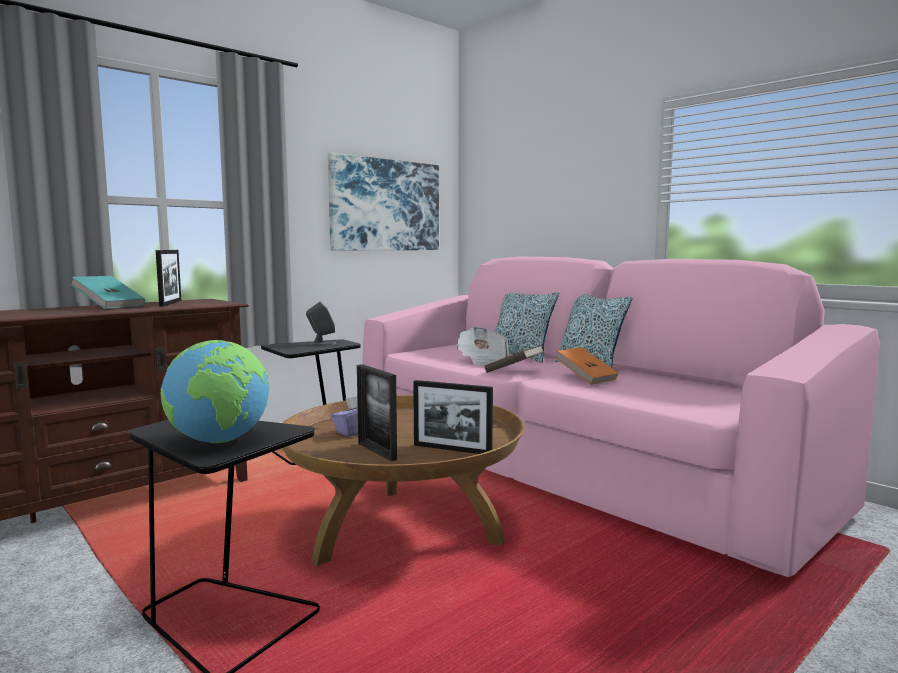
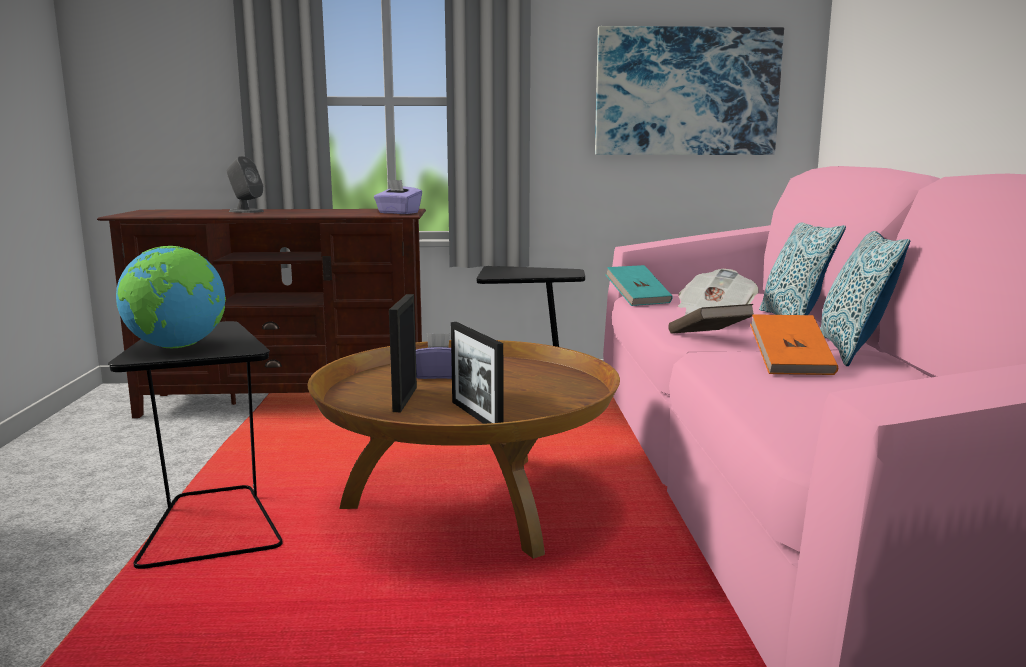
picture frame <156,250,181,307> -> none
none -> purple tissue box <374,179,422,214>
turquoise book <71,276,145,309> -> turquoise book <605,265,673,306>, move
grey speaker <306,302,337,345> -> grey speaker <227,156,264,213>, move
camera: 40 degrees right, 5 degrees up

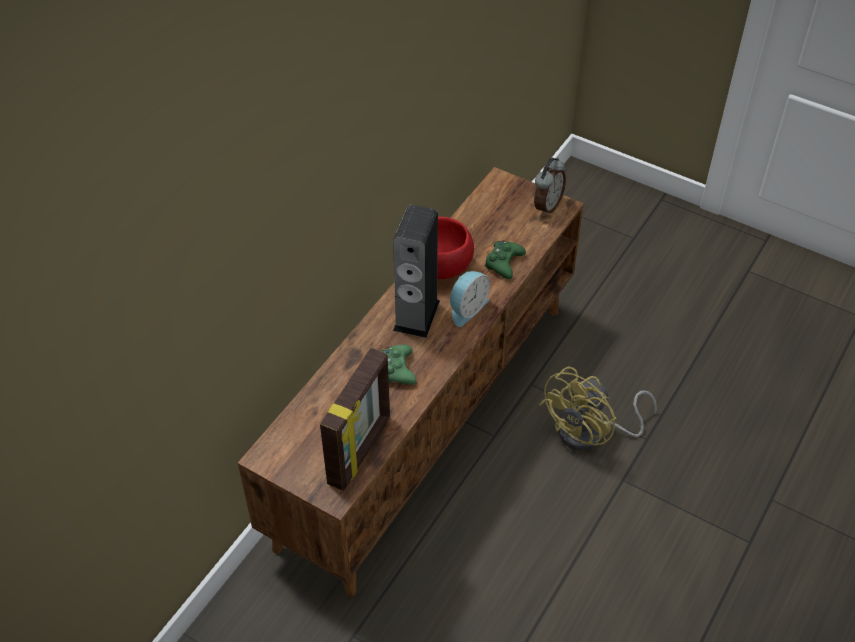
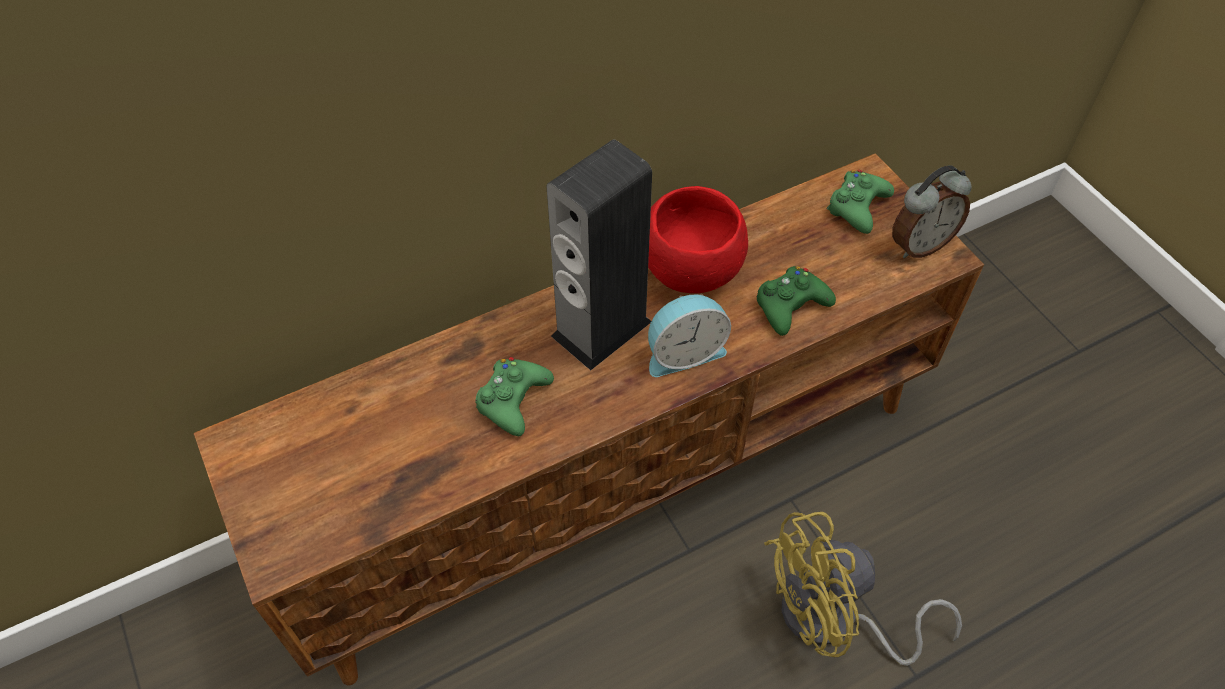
picture frame <320,348,390,491> -> none
none -> green game controller <827,170,894,234>
camera: 30 degrees right, 5 degrees up

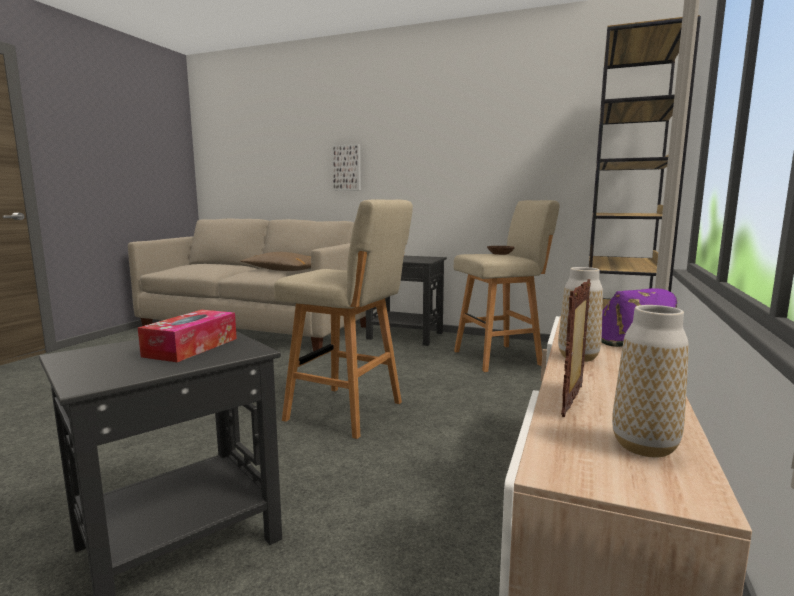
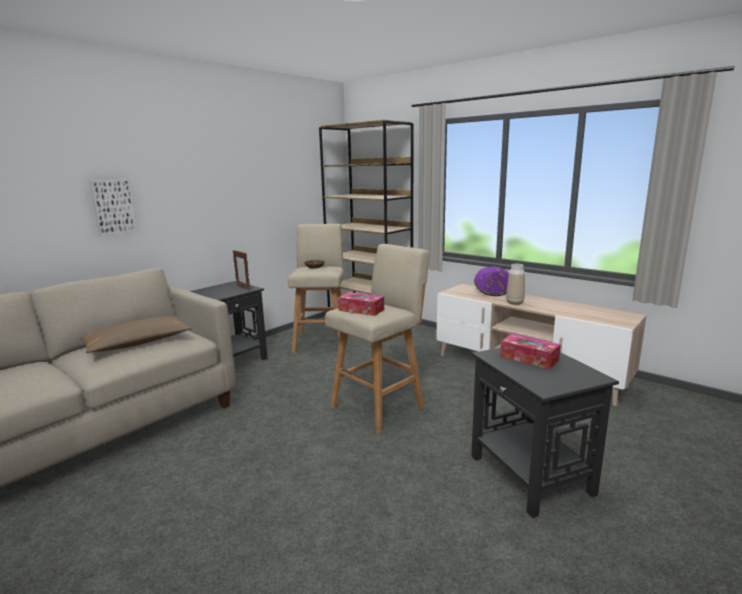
vase <612,305,689,458> -> none
none -> tissue box <338,292,384,316>
picture frame <561,279,591,417> -> picture frame <233,250,250,290>, move
camera: 70 degrees left, 5 degrees up

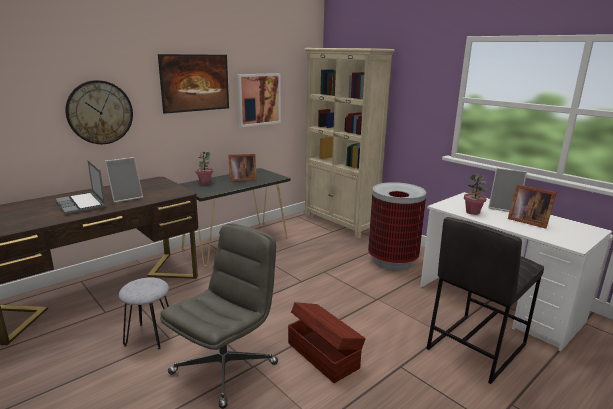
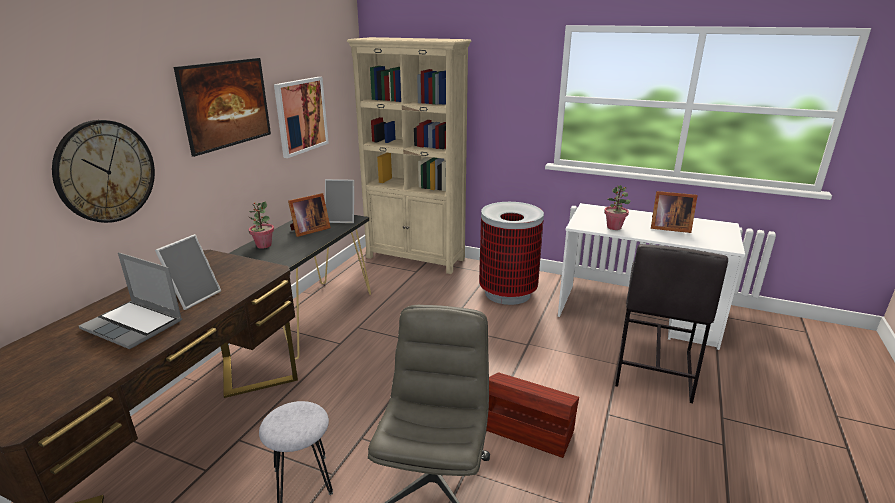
picture frame <488,168,527,212> -> picture frame <325,179,354,223>, move
camera: 25 degrees left, 5 degrees up

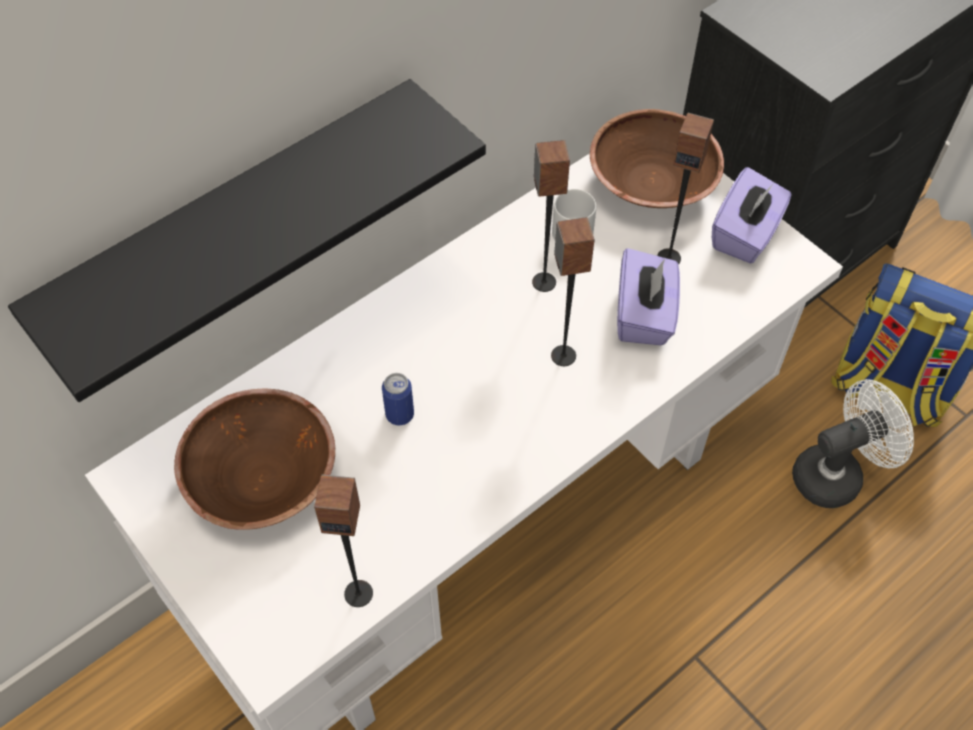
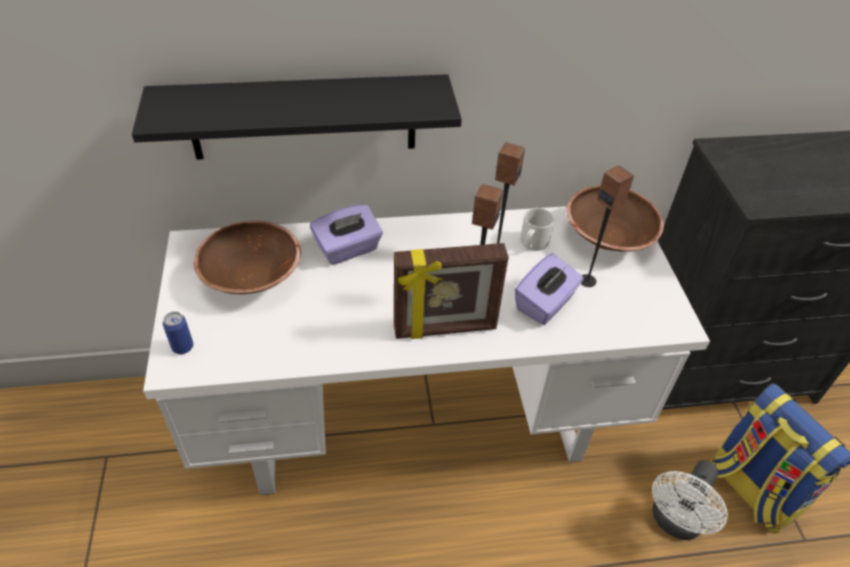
speaker <314,475,373,607> -> none
none -> picture frame <394,243,509,339>
can <382,373,414,425> -> can <163,311,193,354>, move
purple tissue box <712,167,792,263> -> purple tissue box <310,205,383,265>, move
white fan <792,379,914,508> -> white fan <652,460,728,540>, 120 degrees clockwise
camera: 30 degrees right, 10 degrees down

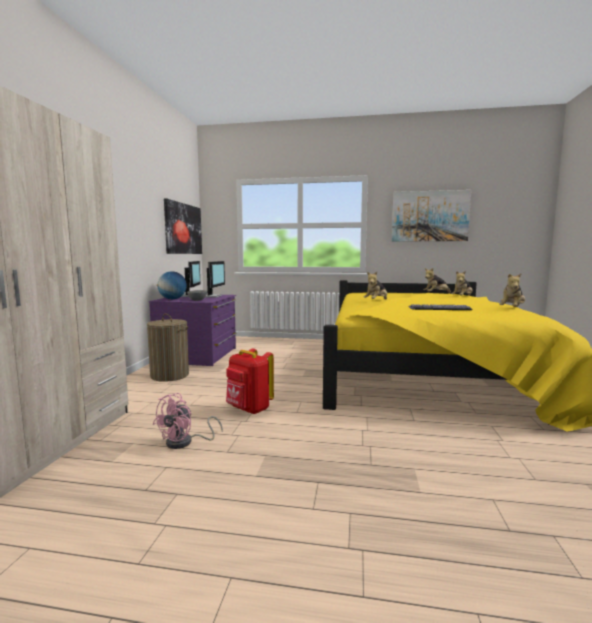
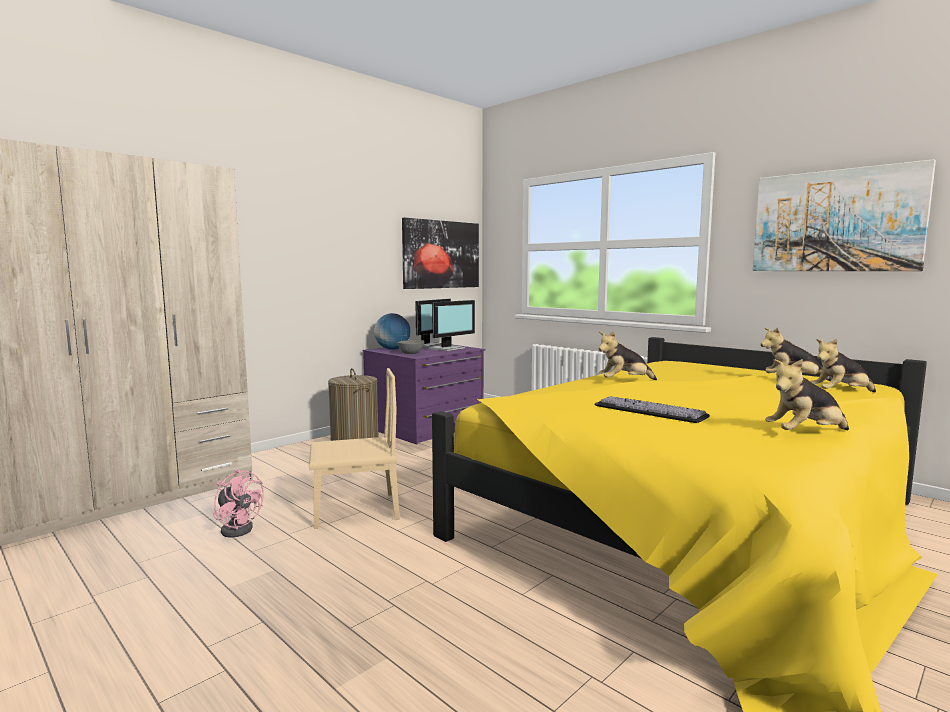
red backpack <226,348,274,414> -> beige chair <309,368,400,529>
pink fan <153,393,223,449> -> pink fan <213,469,264,538>, 120 degrees counterclockwise
camera: 35 degrees right, 0 degrees up

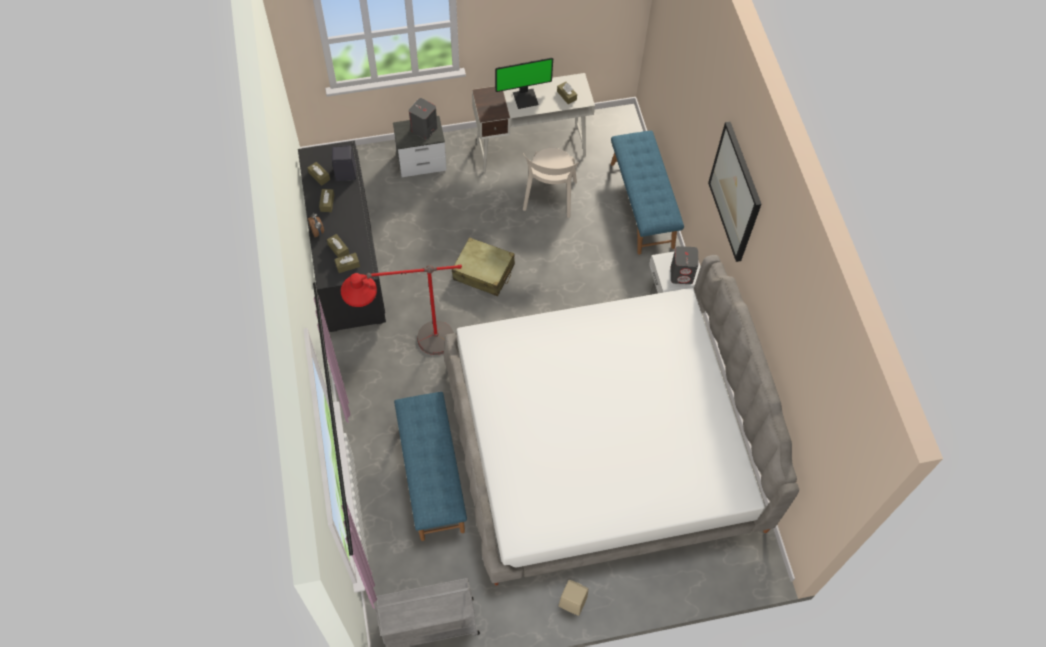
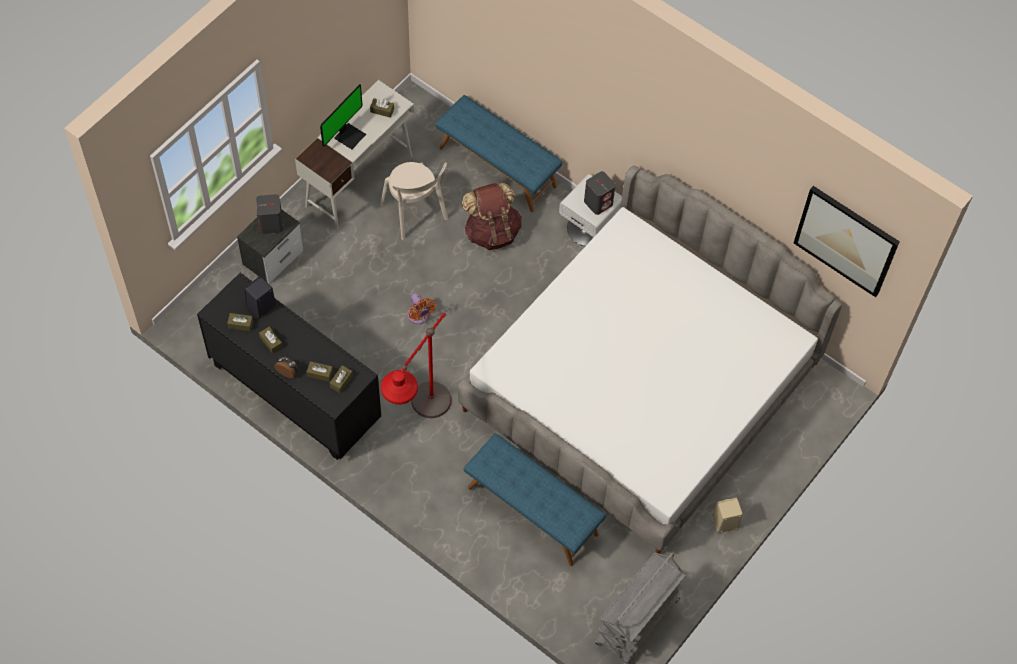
none -> brown backpack <462,183,522,250>
picture <708,121,761,262> -> picture <794,186,900,297>, move
beige suitcase <452,237,515,296> -> orange fan <407,293,436,324>
camera: 40 degrees left, 0 degrees up

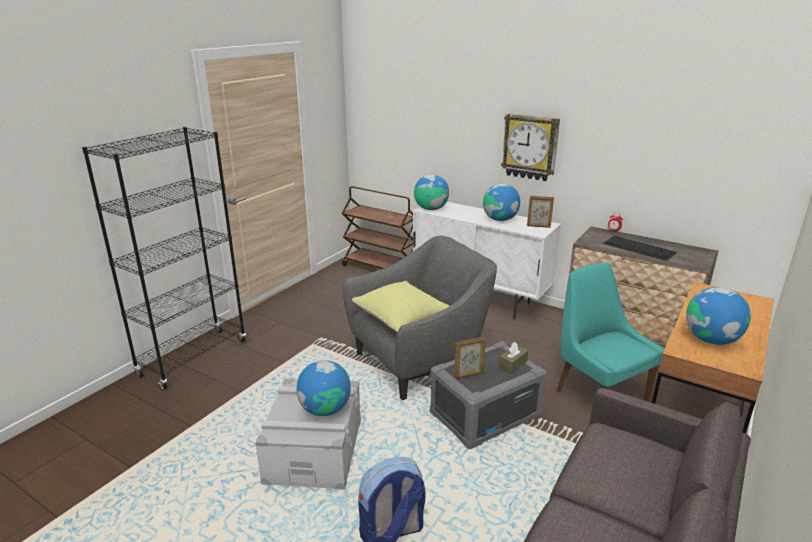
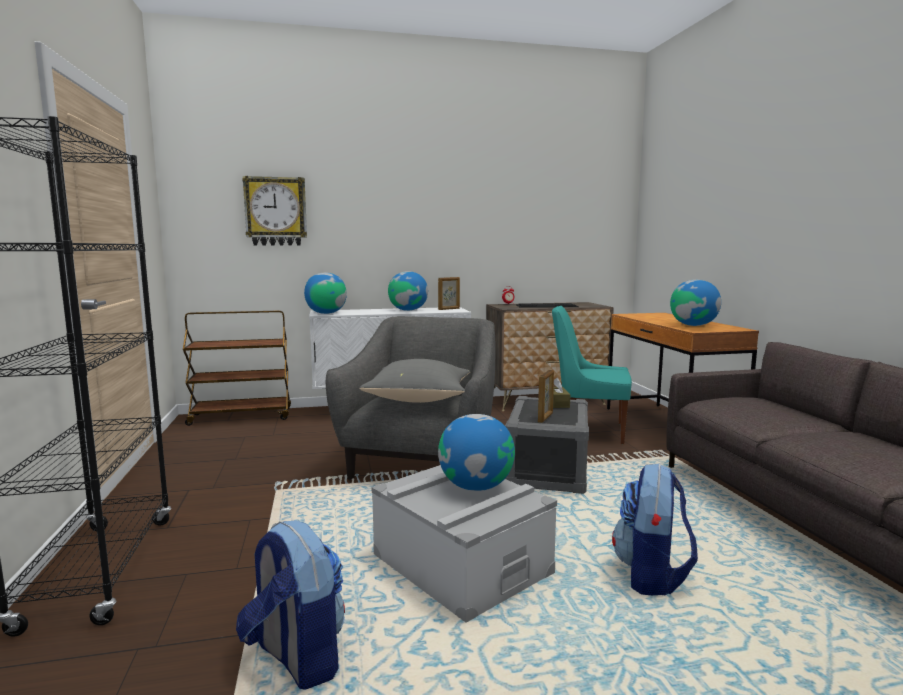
none -> backpack <236,520,345,690>
wall clock <501,113,560,181> -> wall clock <242,176,307,246>, move
yellow pillow <352,281,450,332> -> grey pillow <360,359,471,403>
camera: 45 degrees left, 15 degrees down

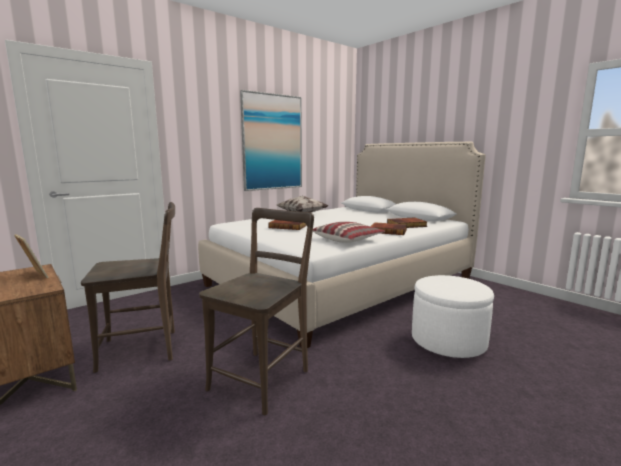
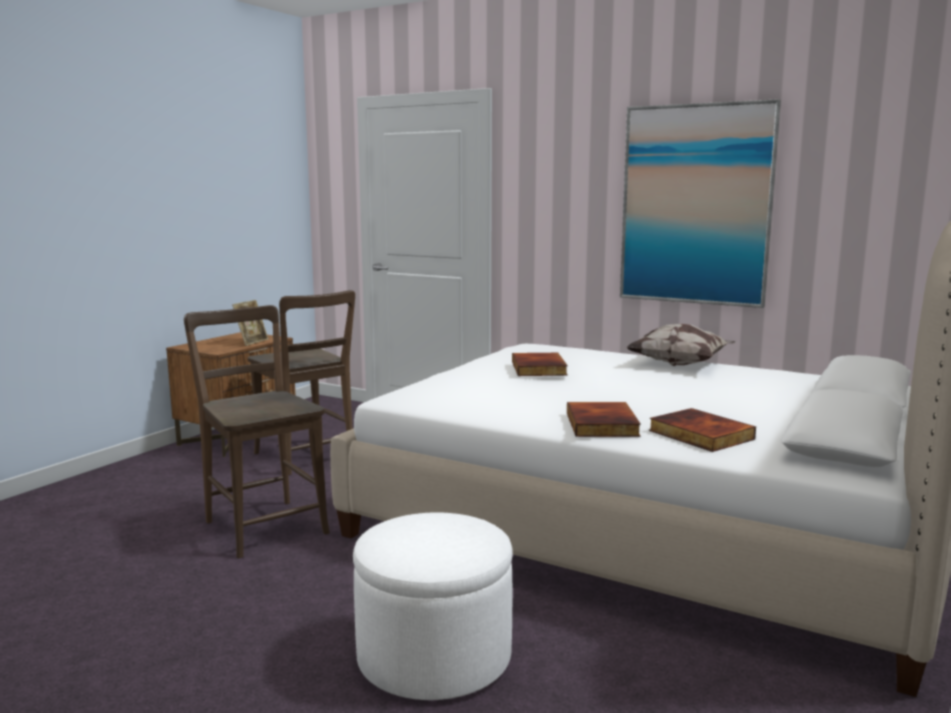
pillow <313,222,385,243> -> none
brown chair <199,208,314,415> -> brown chair <184,305,330,558>, 135 degrees counterclockwise
camera: 70 degrees right, 0 degrees up

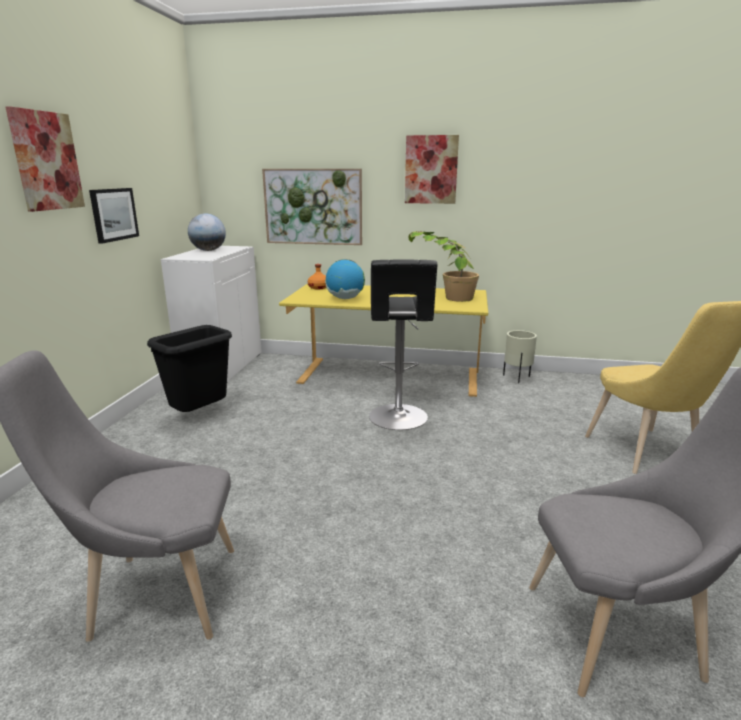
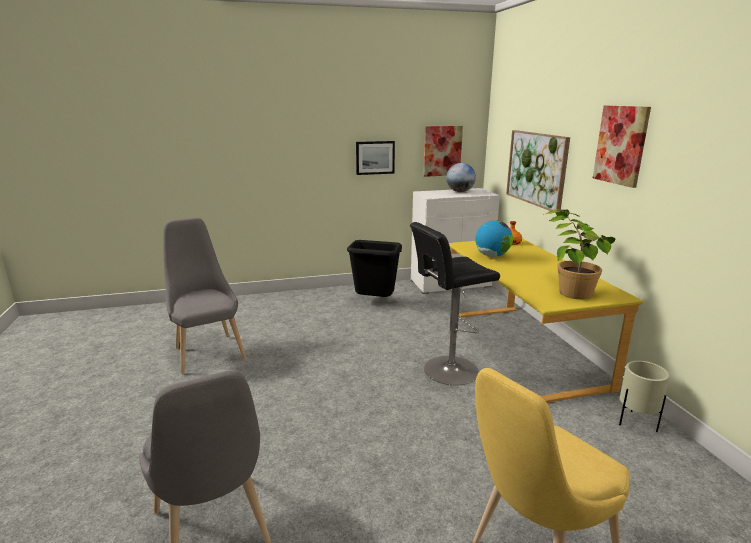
picture <5,106,85,212> -> picture <423,126,463,177>, move
camera: 65 degrees right, 0 degrees up

